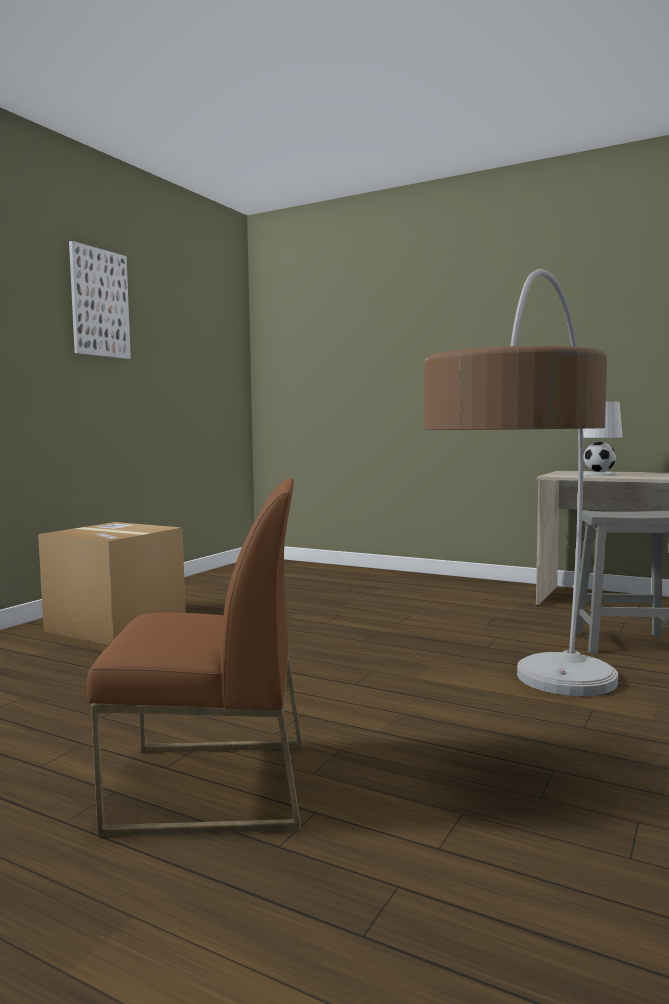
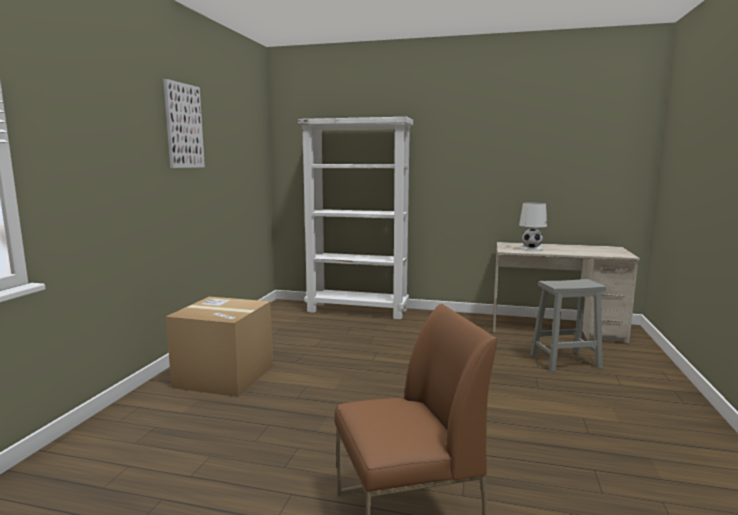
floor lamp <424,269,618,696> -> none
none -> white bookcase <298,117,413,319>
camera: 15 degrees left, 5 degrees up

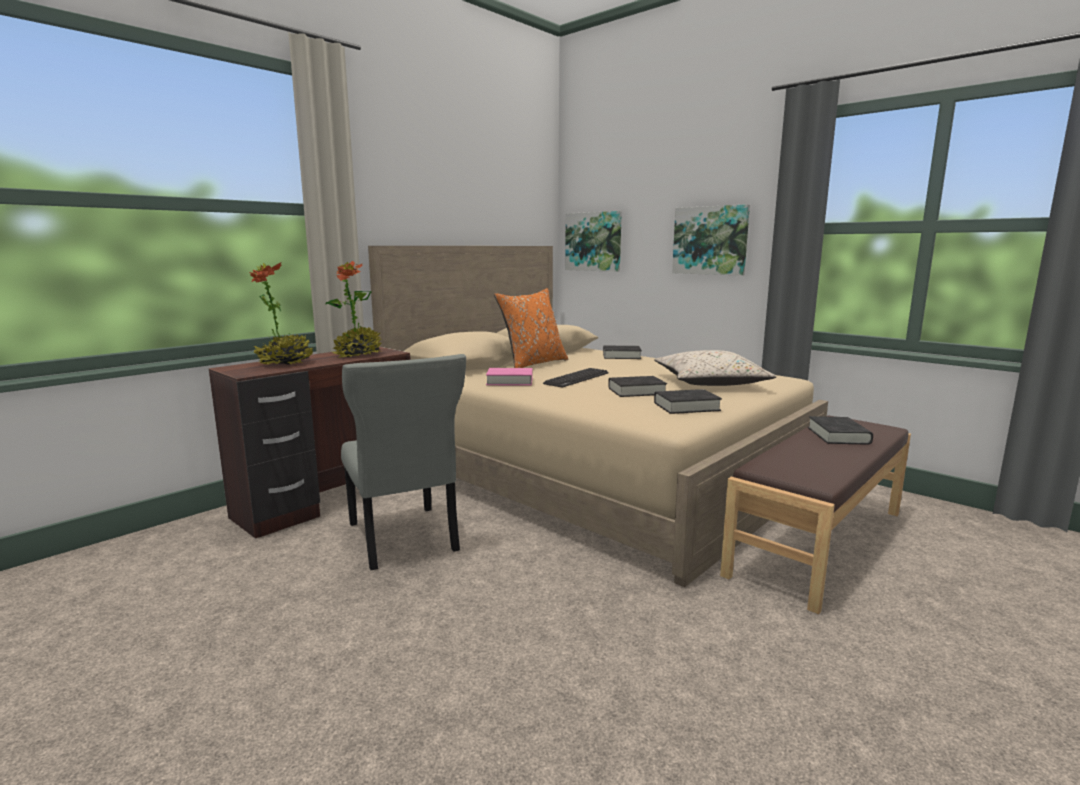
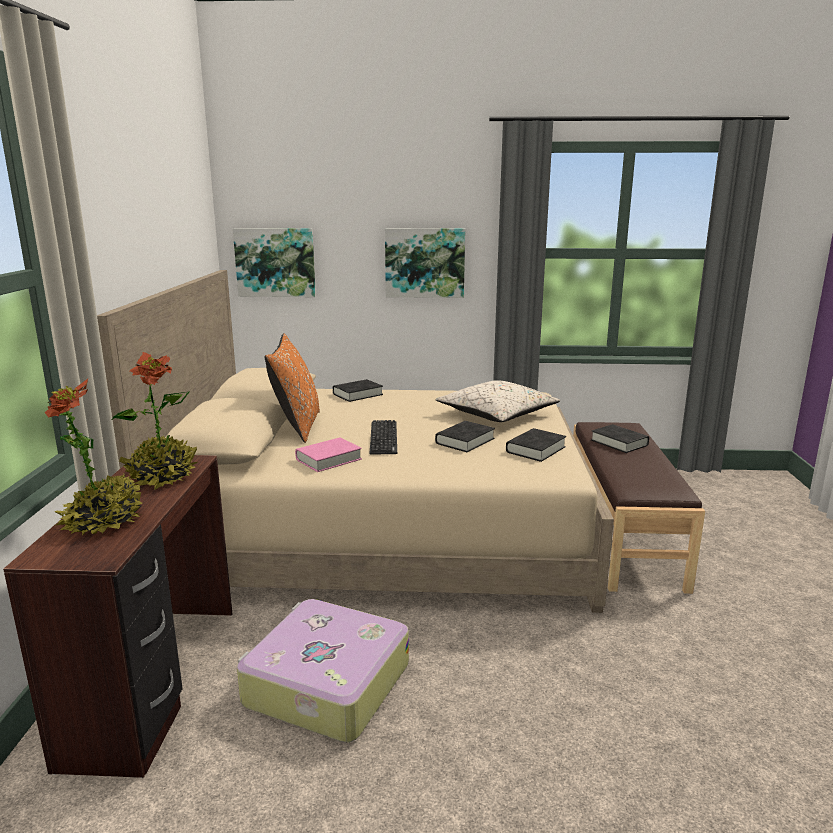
grey chair <341,354,466,570> -> suitcase <237,599,409,743>
camera: 40 degrees left, 5 degrees up

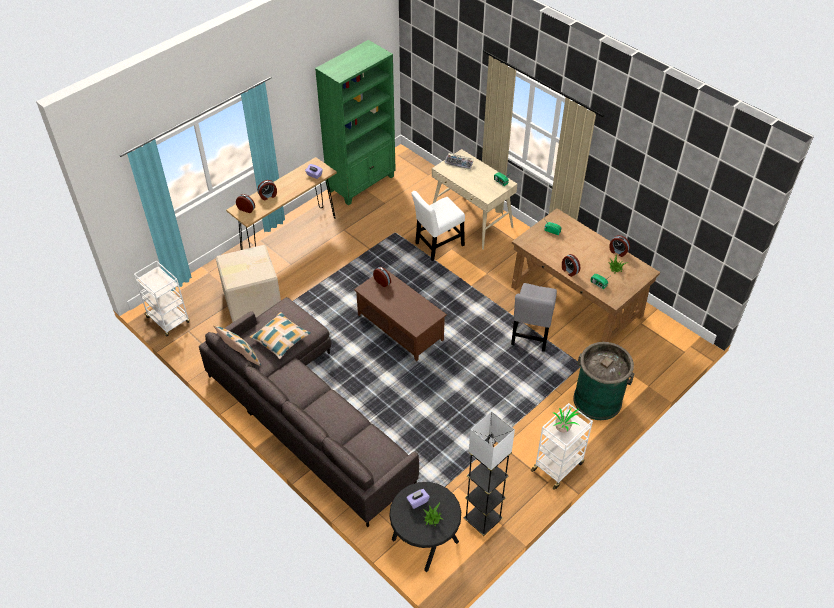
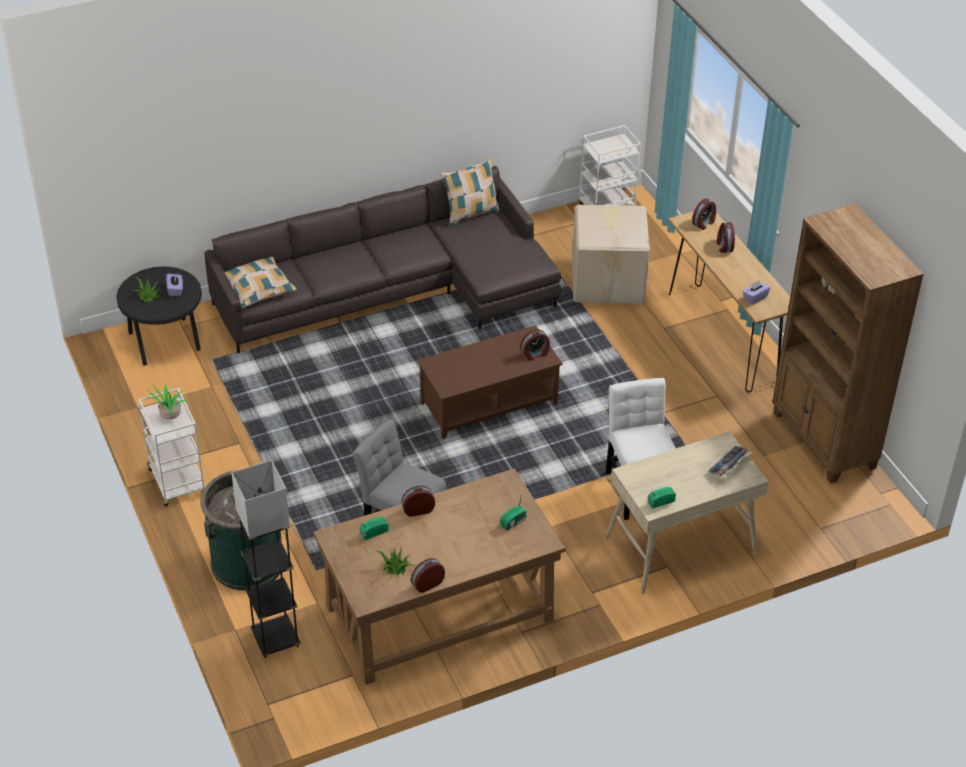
pillow <250,312,311,359> -> pillow <225,257,297,308>, move
grey floor lamp <464,411,515,536> -> grey floor lamp <231,460,301,658>, move
green bookcase <315,40,395,205> -> brown bookcase <772,204,924,484>
camera: 110 degrees right, 5 degrees down

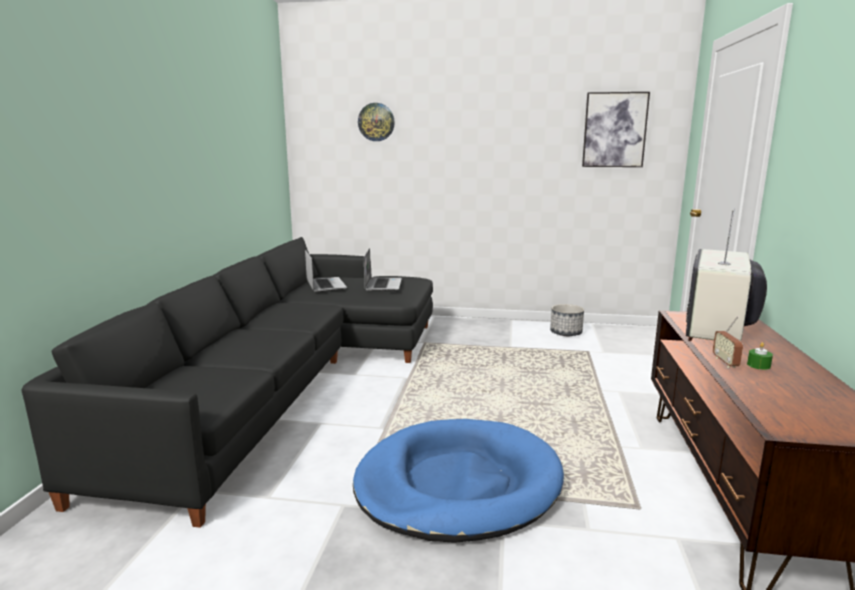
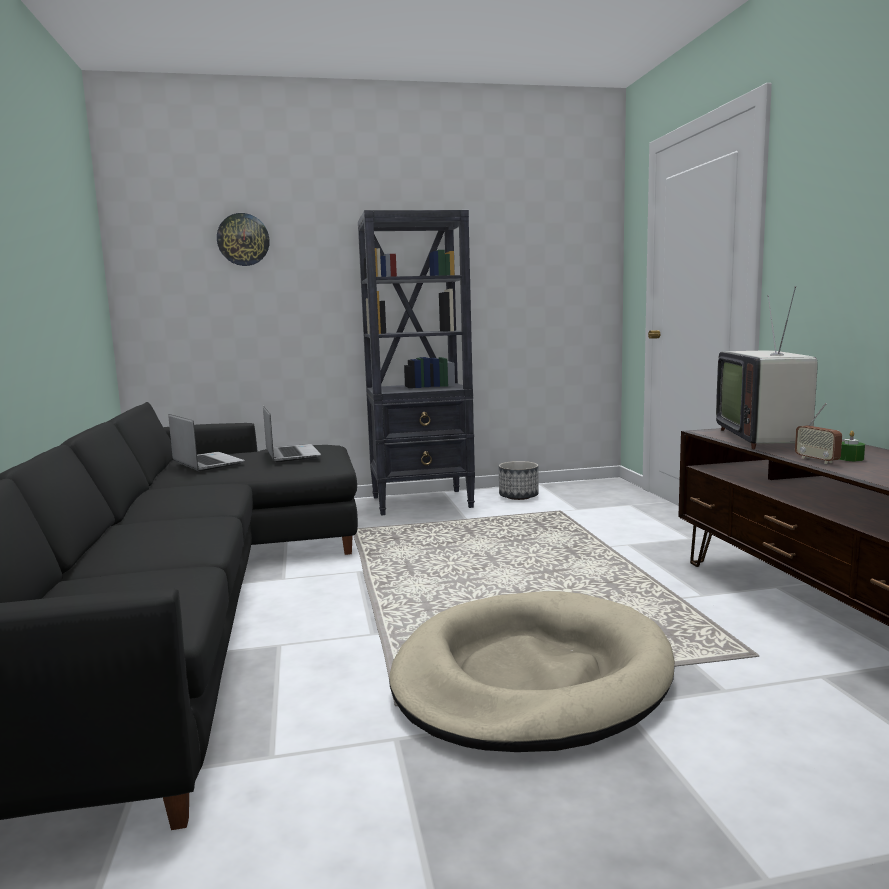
picture <582,92,650,167> -> none
none -> black bookcase <358,210,475,516>
blue dog bed <353,419,564,543> -> beige dog bed <389,591,675,752>
camera: 20 degrees left, 5 degrees down

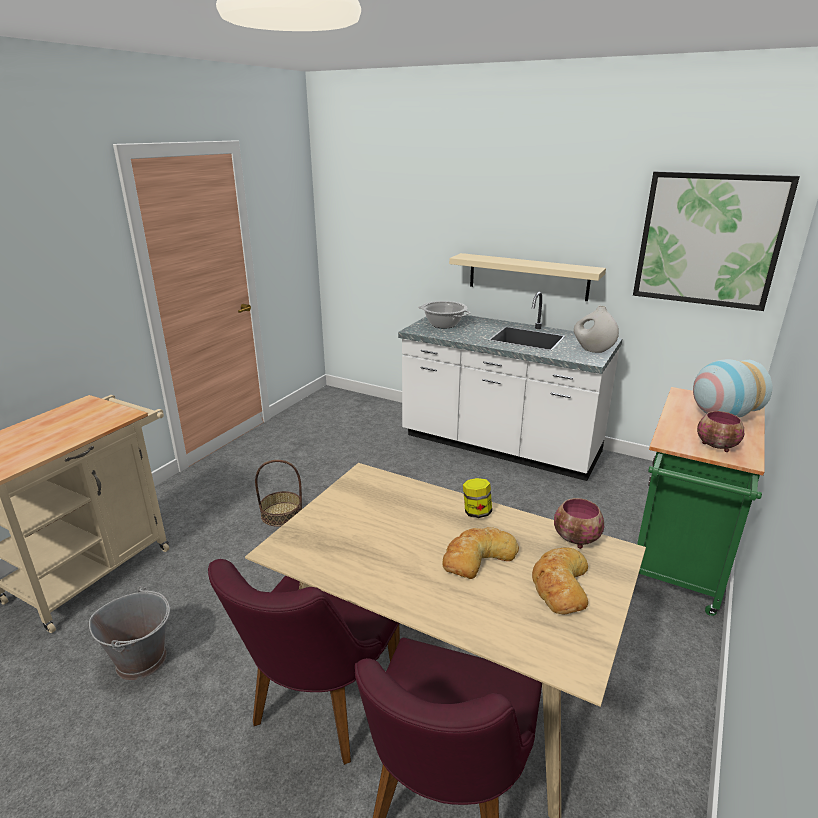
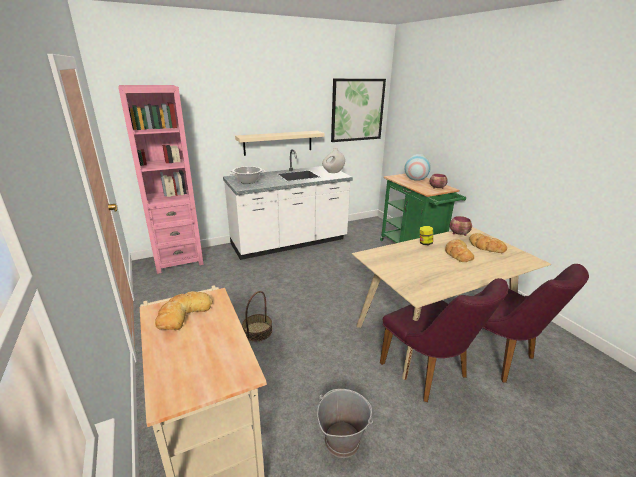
none -> pink bookcase <118,85,204,274>
none -> bread <155,291,213,330>
camera: 55 degrees left, 0 degrees up

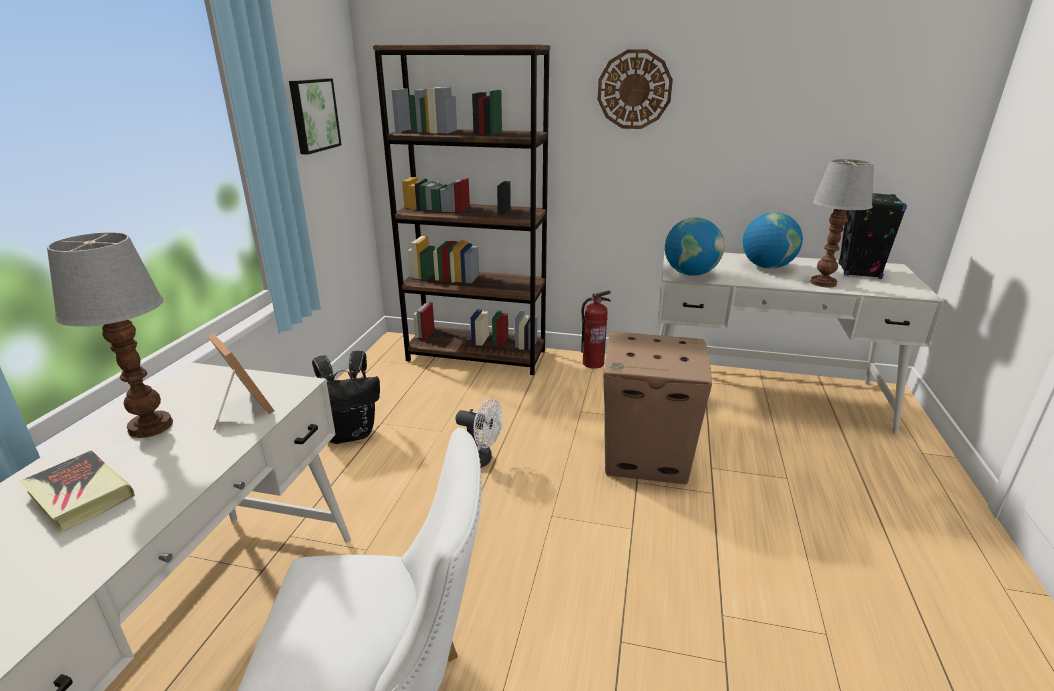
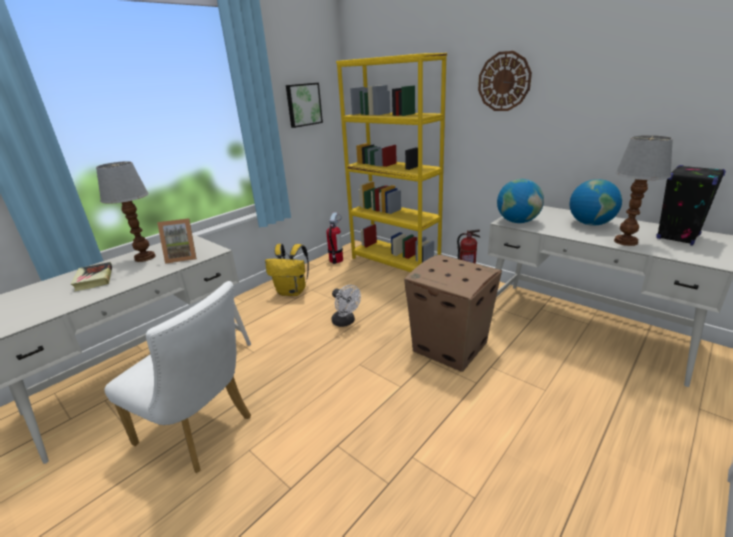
none -> fire extinguisher <326,212,343,264>
black backpack <312,351,380,444> -> yellow backpack <265,244,309,296>
brown bookcase <373,44,551,375> -> yellow bookcase <336,53,447,272>
picture frame <207,333,274,430> -> picture frame <157,218,197,264>, 90 degrees clockwise
camera: 30 degrees right, 0 degrees up

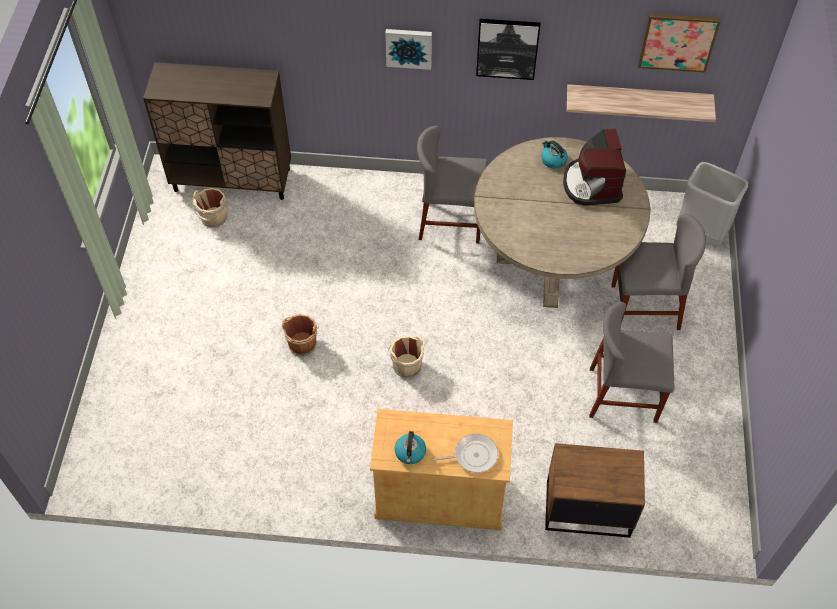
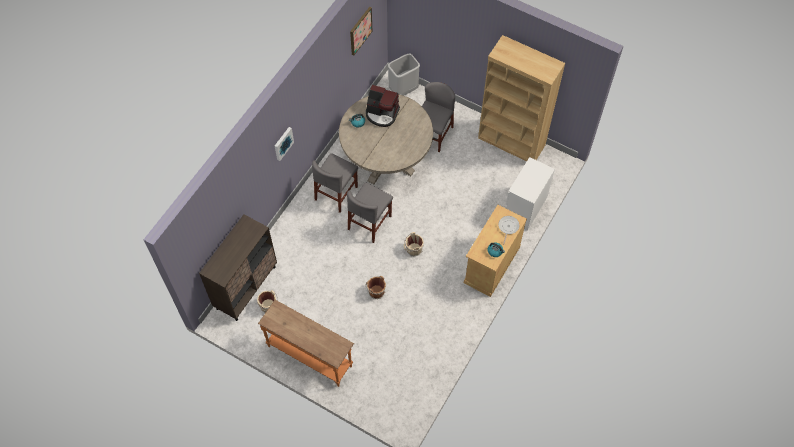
picture <476,19,540,80> -> none
shelf <567,84,716,122> -> none
none -> orange console table <258,300,354,387>
none -> brown bookcase <478,35,565,161>
grey chair <589,302,674,423> -> grey chair <347,182,393,243>, move
brown nightstand <545,443,645,538> -> white dresser <505,157,555,230>
camera: 65 degrees left, 5 degrees up

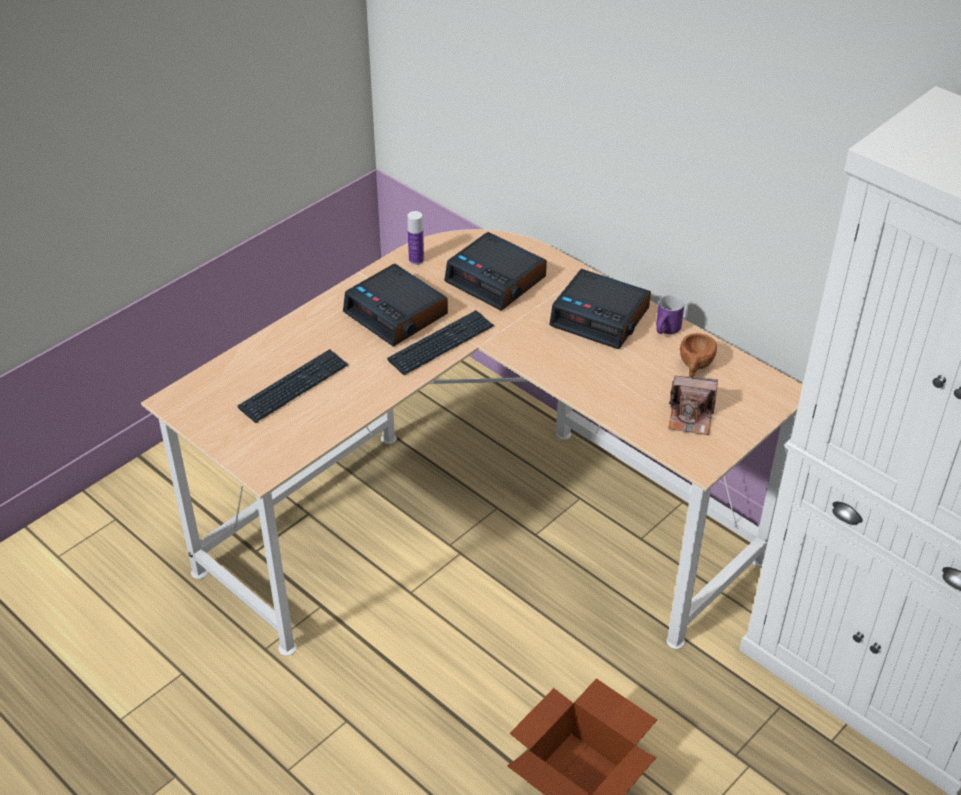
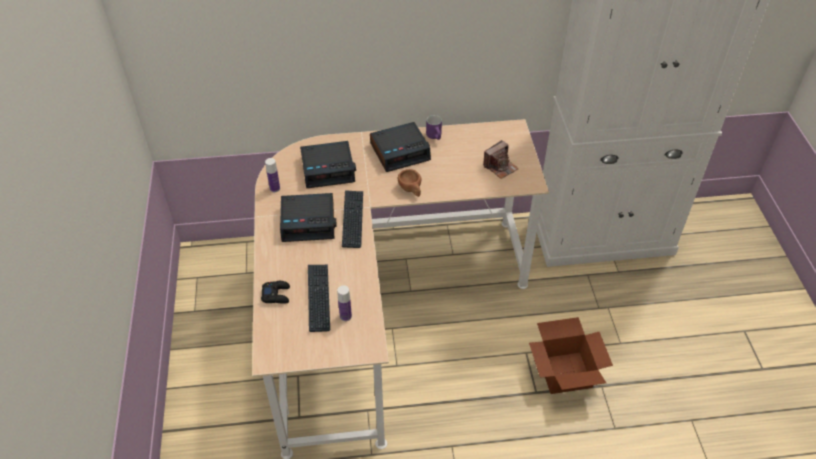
none -> black game controller <261,281,290,304>
none -> bottle <337,285,352,321>
brown cup <680,333,717,377> -> brown cup <397,169,421,197>, move
camera: 50 degrees left, 5 degrees up

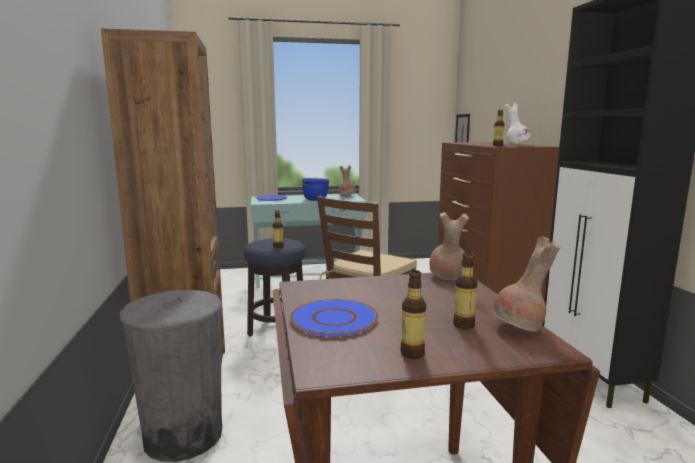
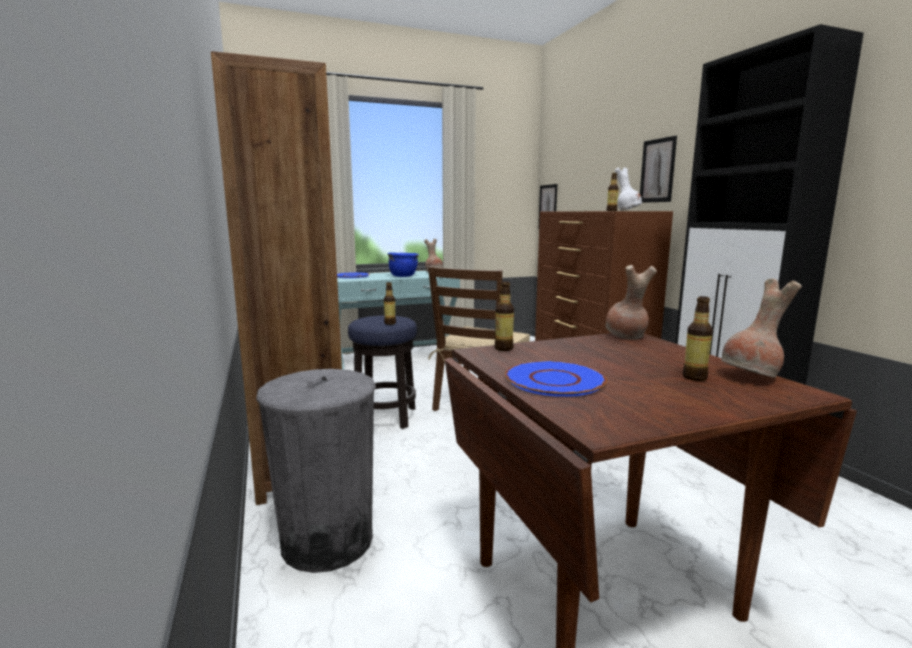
none -> picture <640,136,677,203>
bottle <400,270,426,359> -> bottle <494,281,514,351>, move
camera: 10 degrees left, 0 degrees up

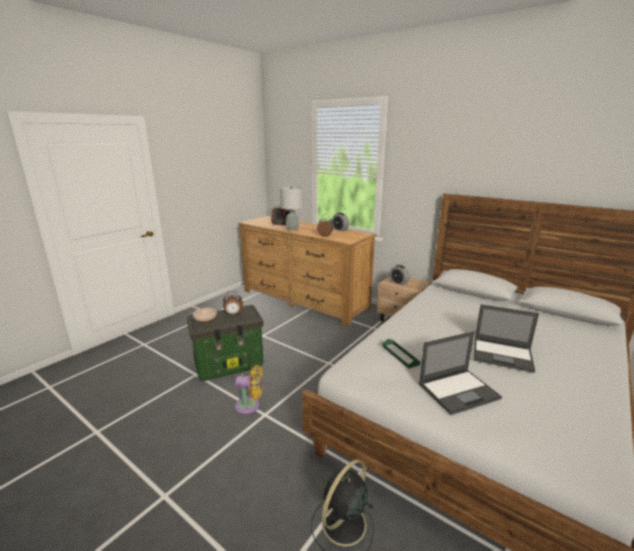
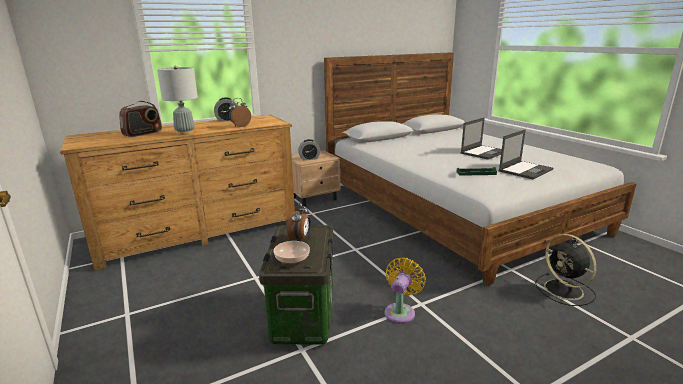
laptop <419,331,502,415> -> laptop <498,129,553,179>, 45 degrees clockwise
camera: 65 degrees left, 0 degrees up

